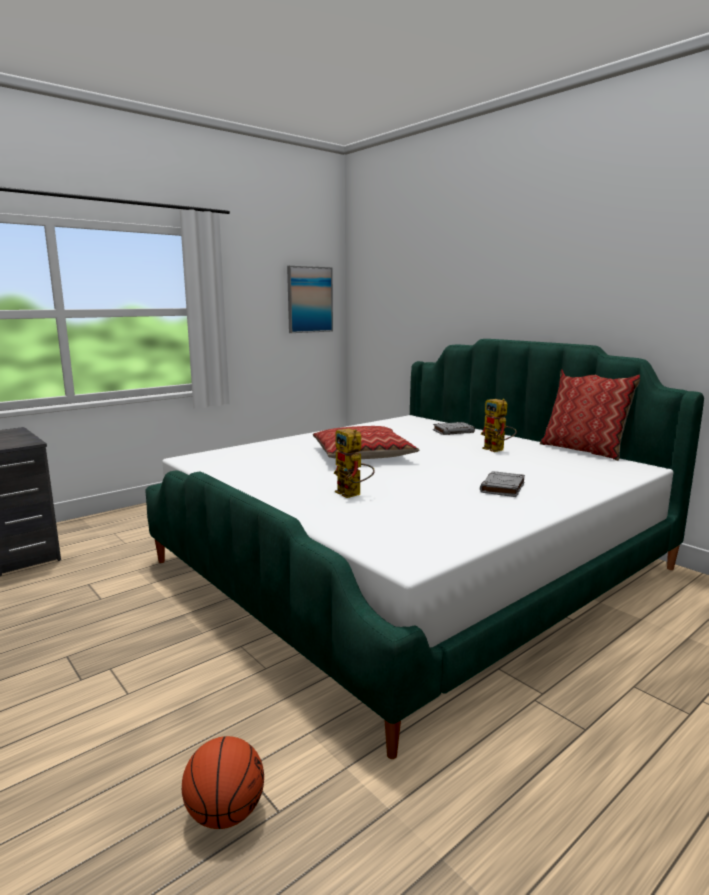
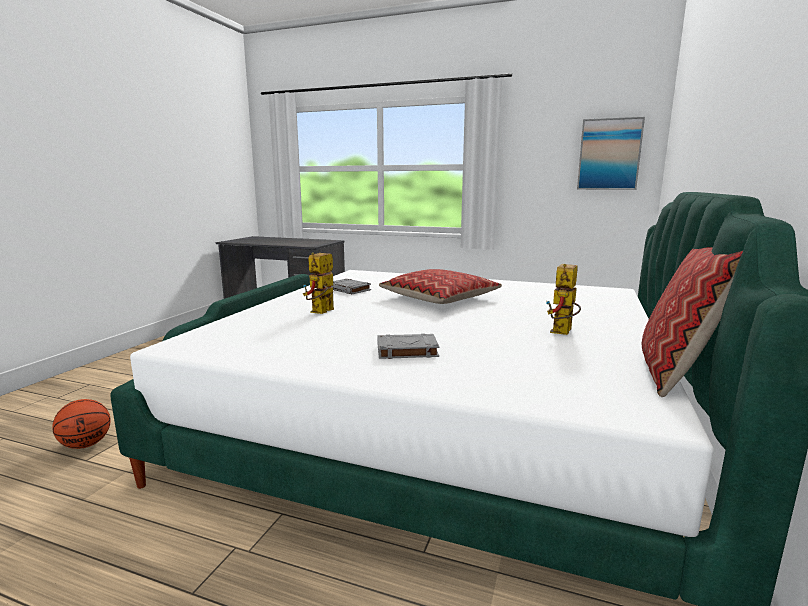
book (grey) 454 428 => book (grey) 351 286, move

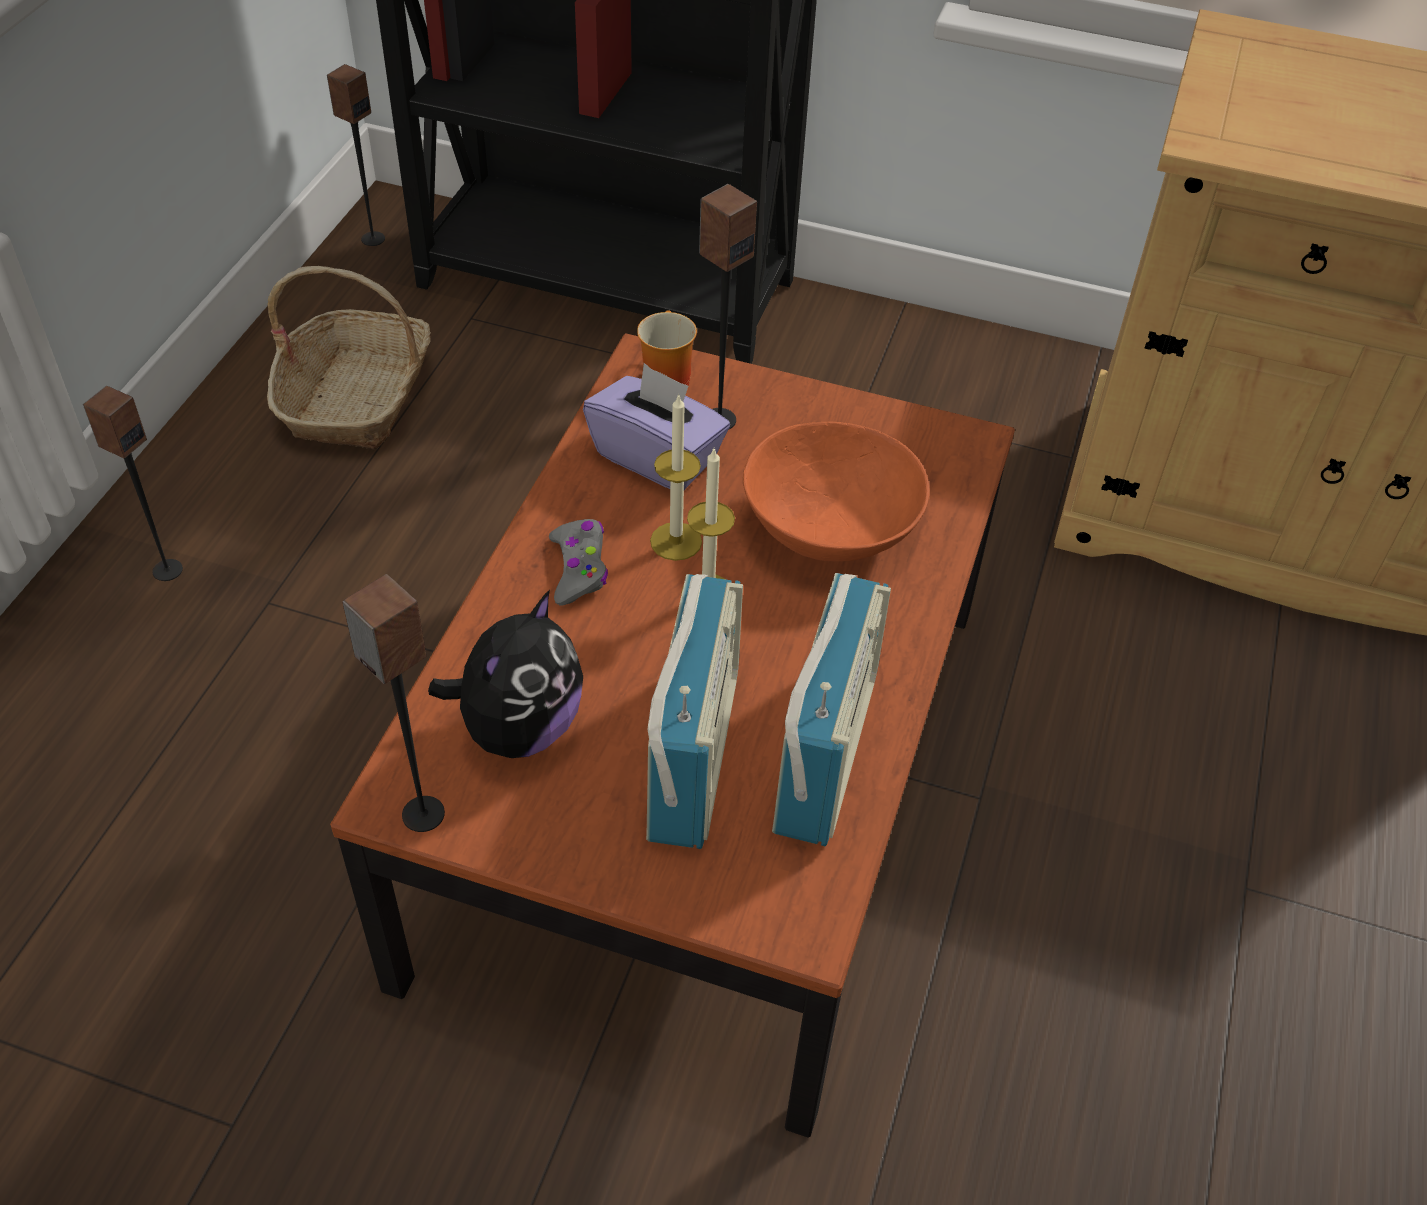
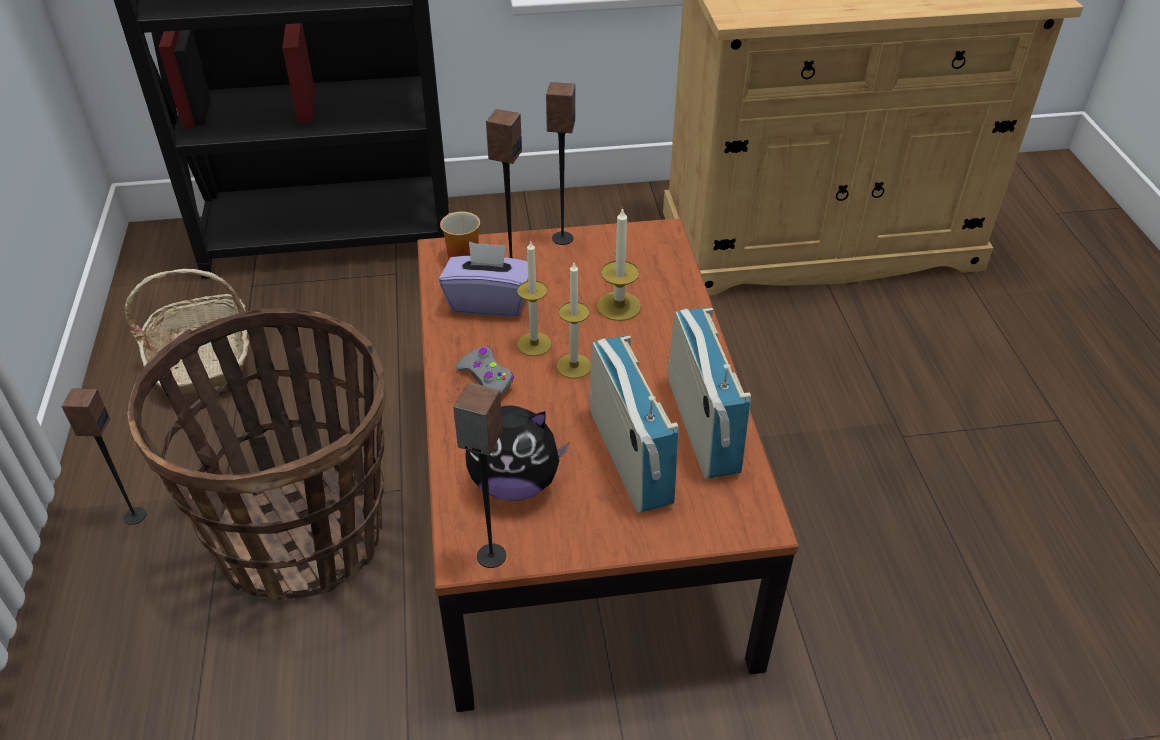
nothing => basket 257 454
plush toy 505 674 => plush toy 517 453, 90 degrees clockwise
audio speaker 356 155 => audio speaker 560 163, move
serving bowl (orange-coloured) 836 491 => wax light 619 264

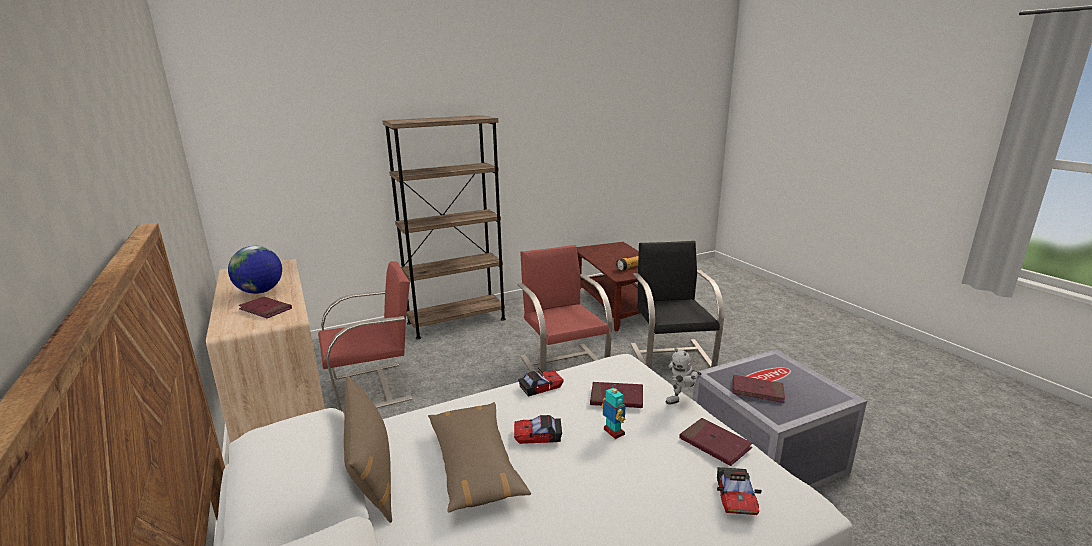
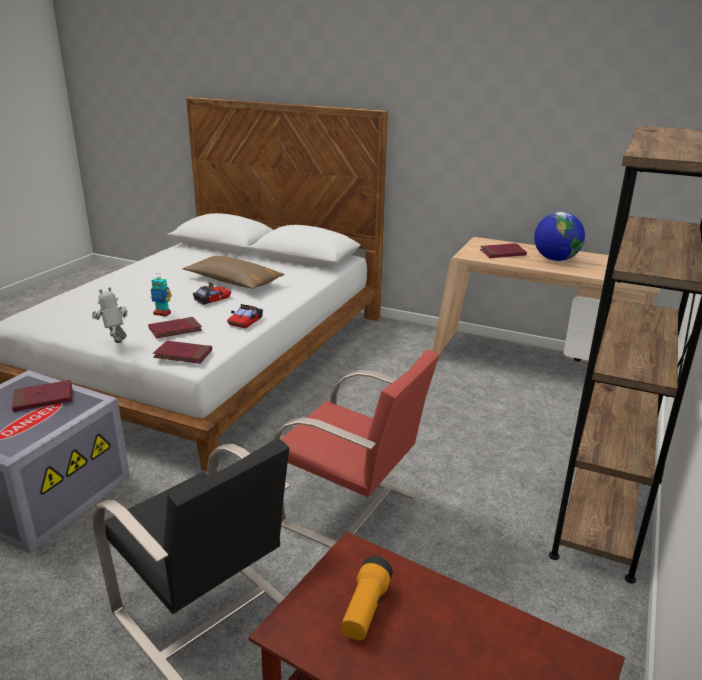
toy robot 684 376 => toy robot 110 315, 45 degrees counterclockwise
book (red-coloured) 715 442 => book (red-coloured) 182 352, move
plain chair (red-coloured) 365 338 => nothing
pillow (brown) 368 449 => nothing
miniature car 739 491 => nothing

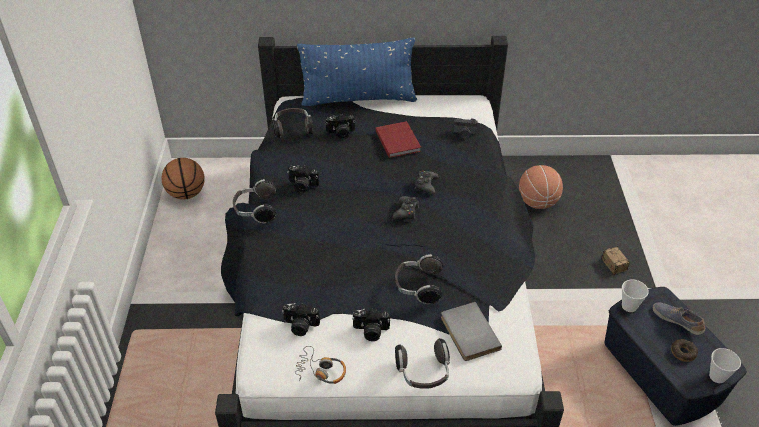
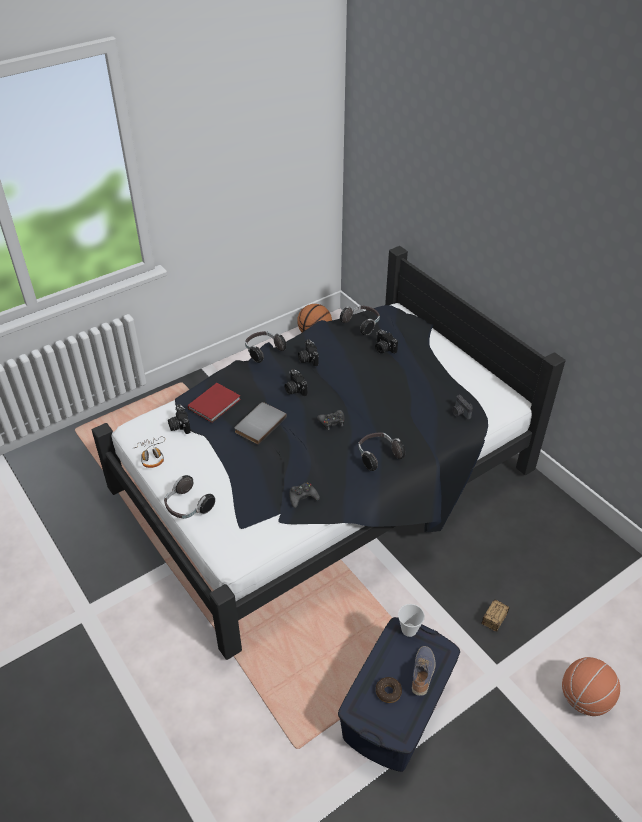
book (red-coloured) 398 139 => book (red-coloured) 214 403, move
book (grey) 471 331 => book (grey) 261 423, move
still camera 371 324 => still camera 296 382, move
game controller (black) 426 183 => game controller (black) 304 495, move
headphones 419 279 => headphones 382 451, move
basketball ball 541 187 => basketball ball 591 686, move
pillow (blue) 357 72 => nothing
cup 725 365 => nothing

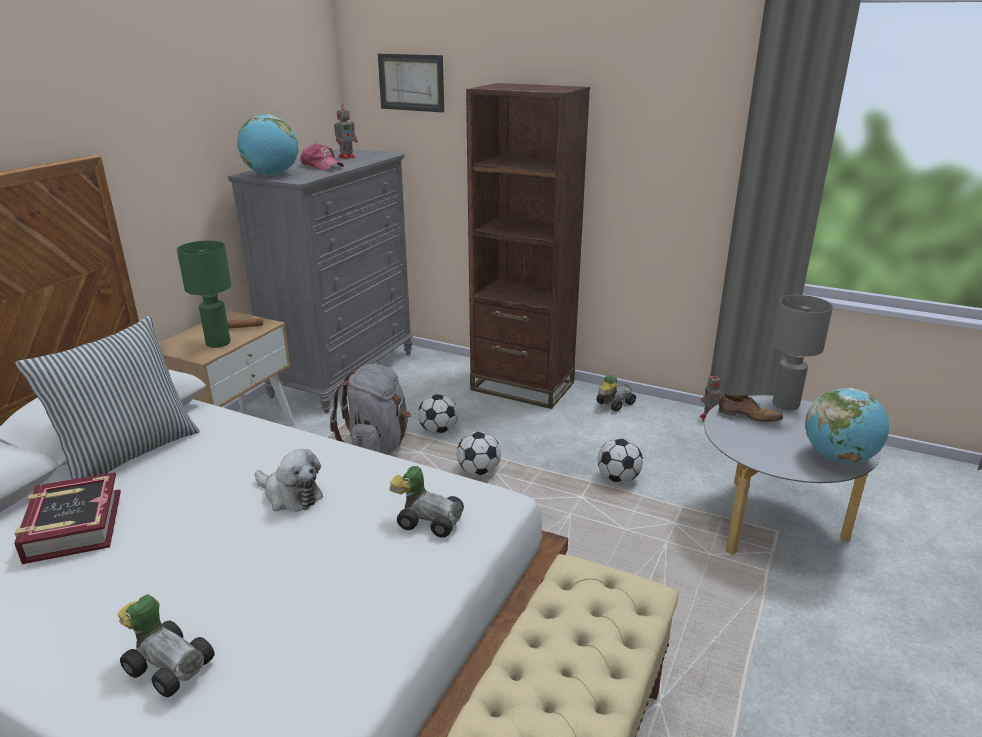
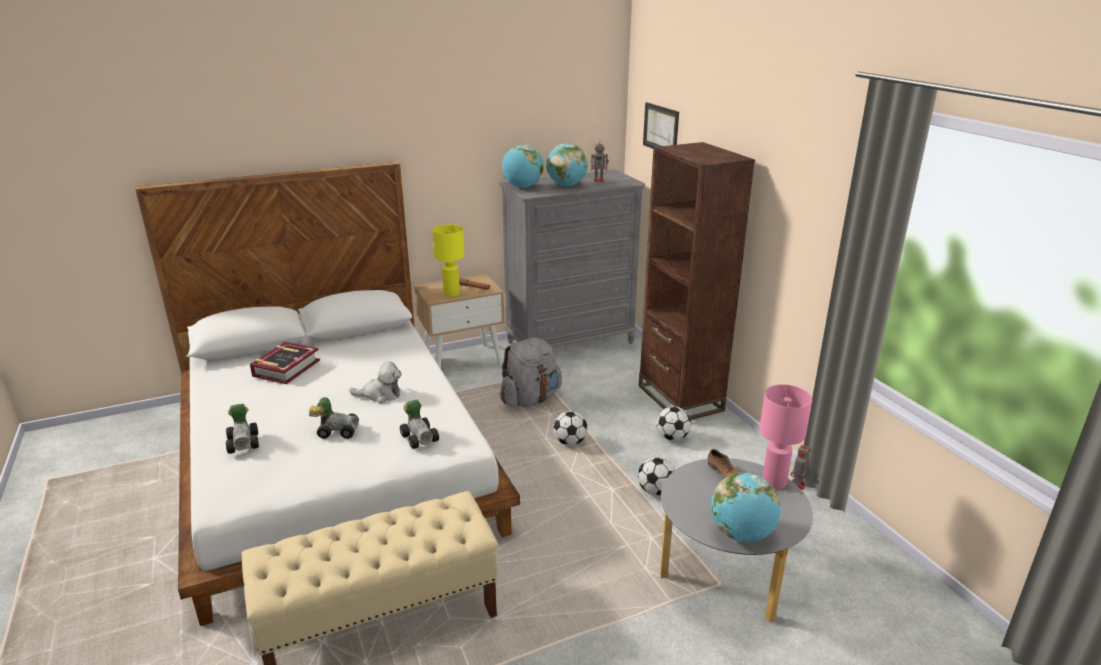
miniature car 616 393 => miniature car 334 418, move
plush toy 289 480 => plush toy 375 382, 75 degrees counterclockwise
tabletop lamp (green-coloured) 204 294 => tabletop lamp (yellow-coloured) 448 260
peaked cap 322 156 => desk globe 567 165
ball for football 438 414 => ball for football 673 423, move
tabletop lamp (grey) 802 352 => tabletop lamp (pink-coloured) 785 436
pillow 107 397 => nothing

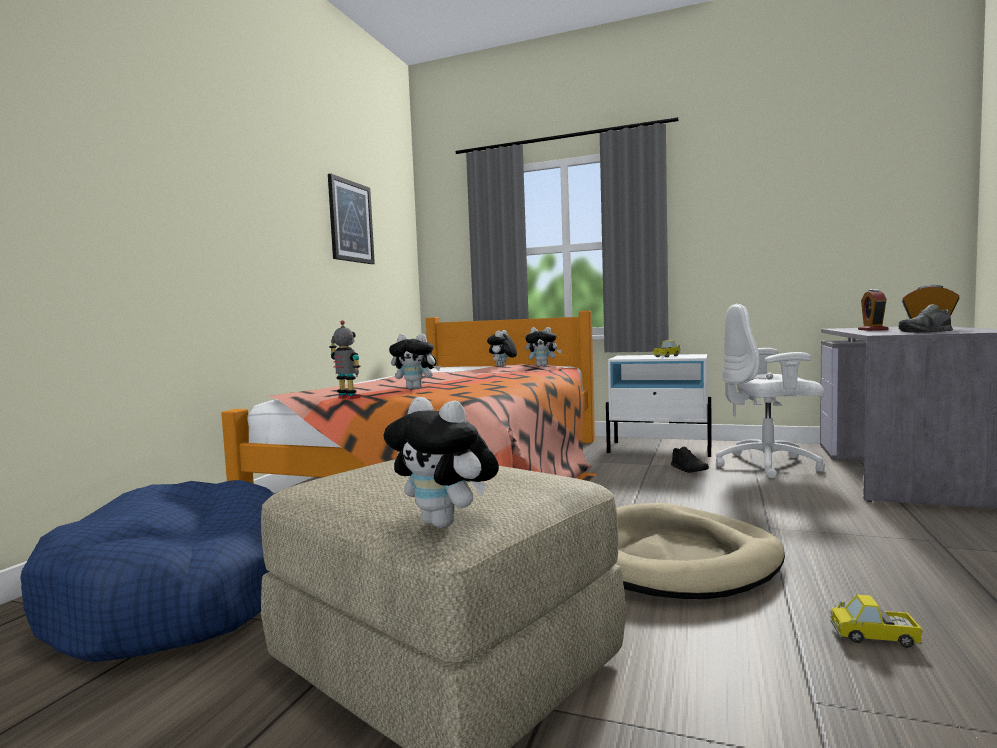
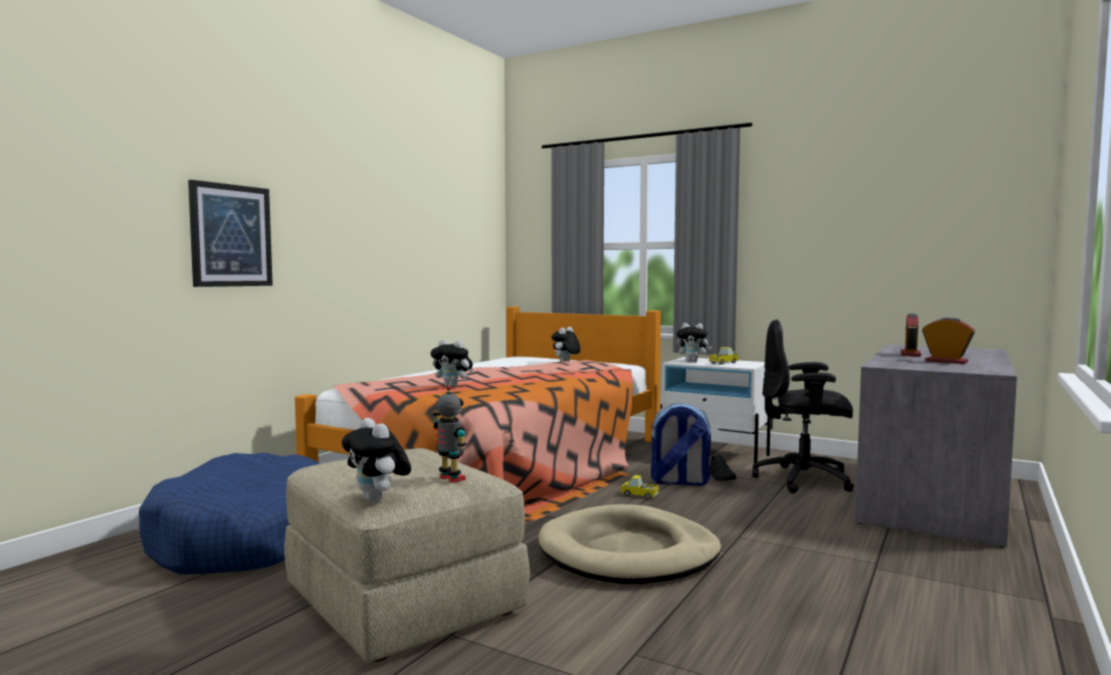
picture 351 219 => picture 230 233, move
toy robot 345 359 => toy robot 449 434, move
toy truck 877 621 => toy truck 639 487, move
nothing => knapsack 680 444
plush toy 543 347 => plush toy 694 342, move
computer chair (whitish) 770 391 => computer chair (black) 803 406
shoe (grey) 926 318 => nothing

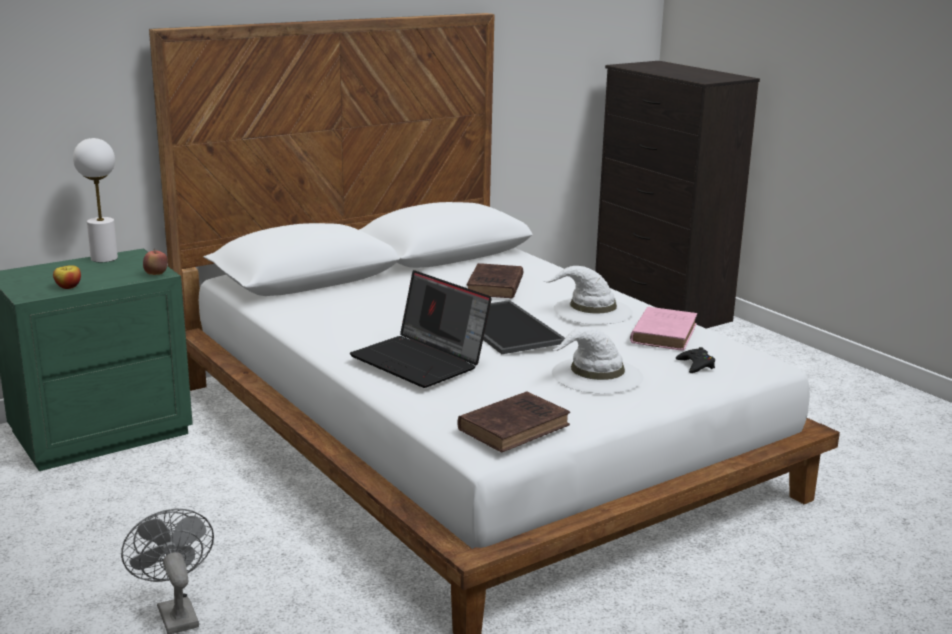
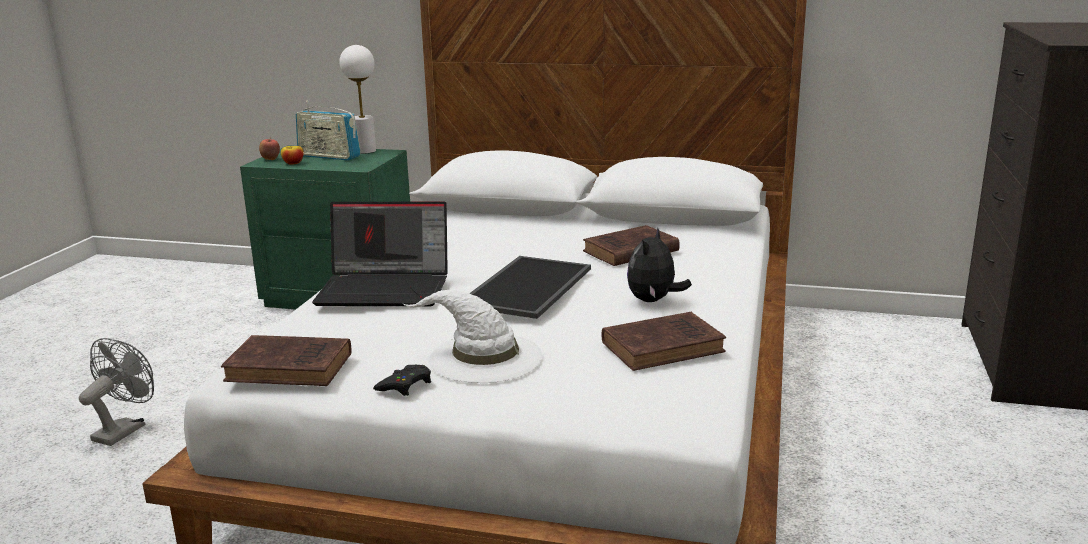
whole apple 155 262 => whole apple 269 149, move
nothing => radio 328 131
laptop 421 329 => laptop 380 253, 90 degrees counterclockwise
game controller (black) 695 360 => game controller (black) 402 380, move
book (pink-coloured) 663 329 => book (brown) 664 341
clothing hat (whitish) 588 295 => plush toy 659 265

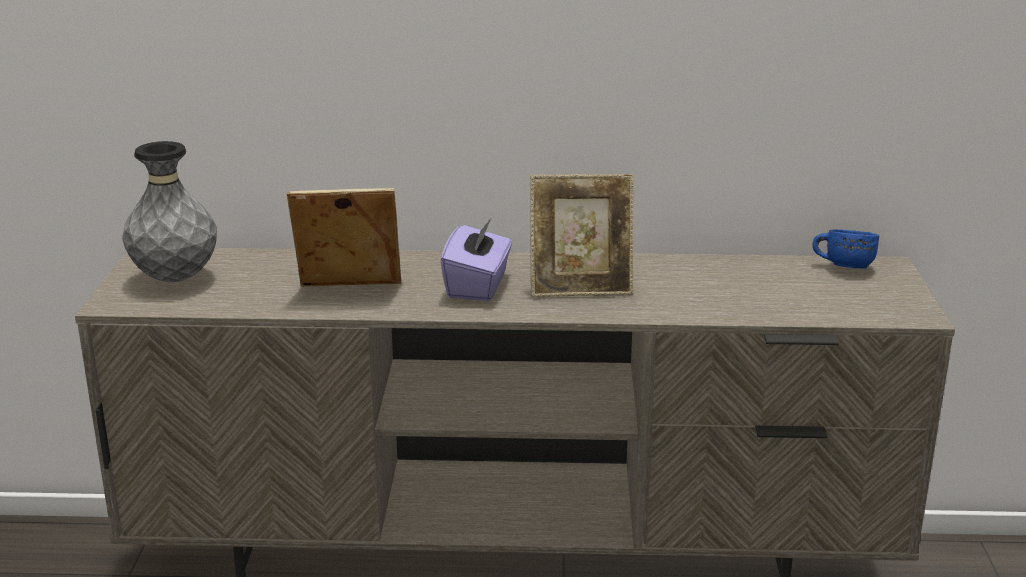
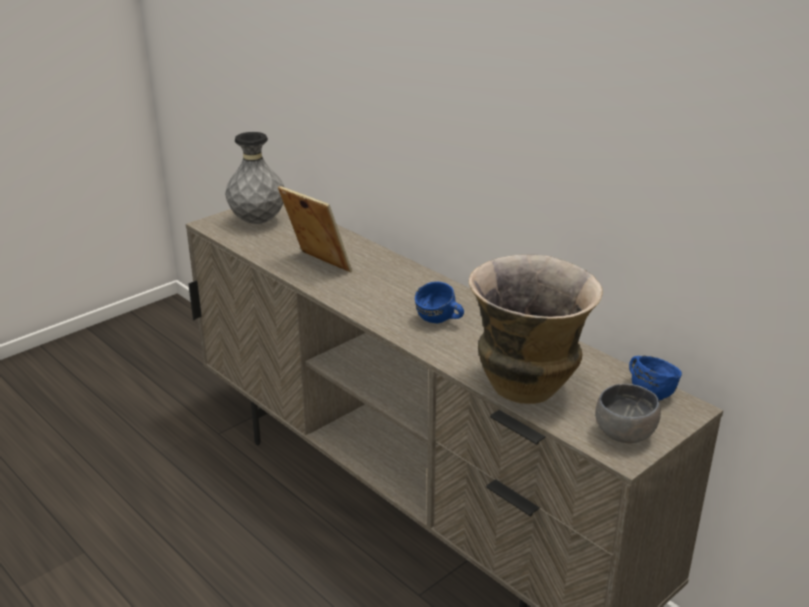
standing frame 582 235 => tea mug (blue) 439 302
nothing => vase 536 329
nothing => serving bowl (grey) 628 413
box of tissues (purple) 476 259 => nothing

